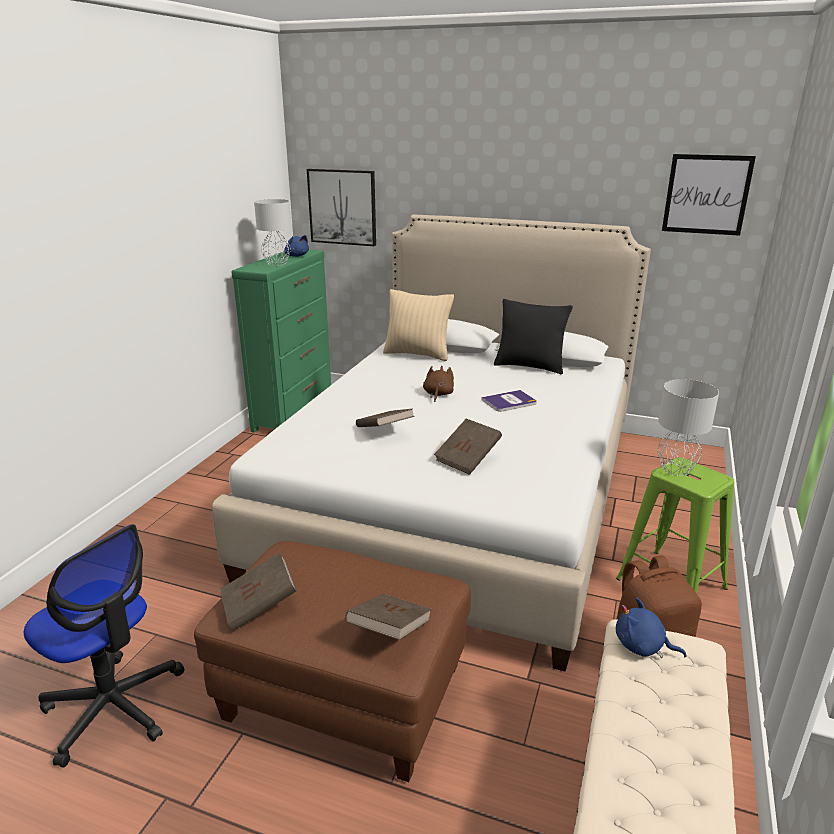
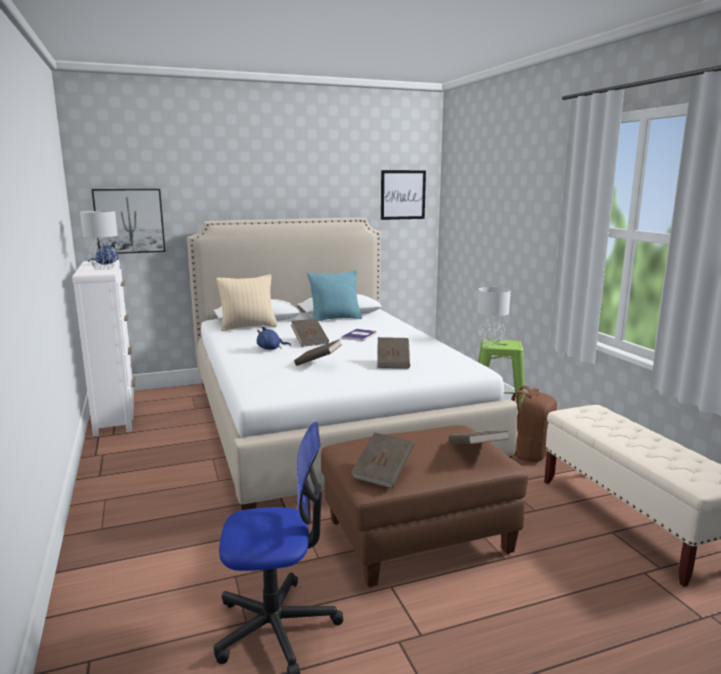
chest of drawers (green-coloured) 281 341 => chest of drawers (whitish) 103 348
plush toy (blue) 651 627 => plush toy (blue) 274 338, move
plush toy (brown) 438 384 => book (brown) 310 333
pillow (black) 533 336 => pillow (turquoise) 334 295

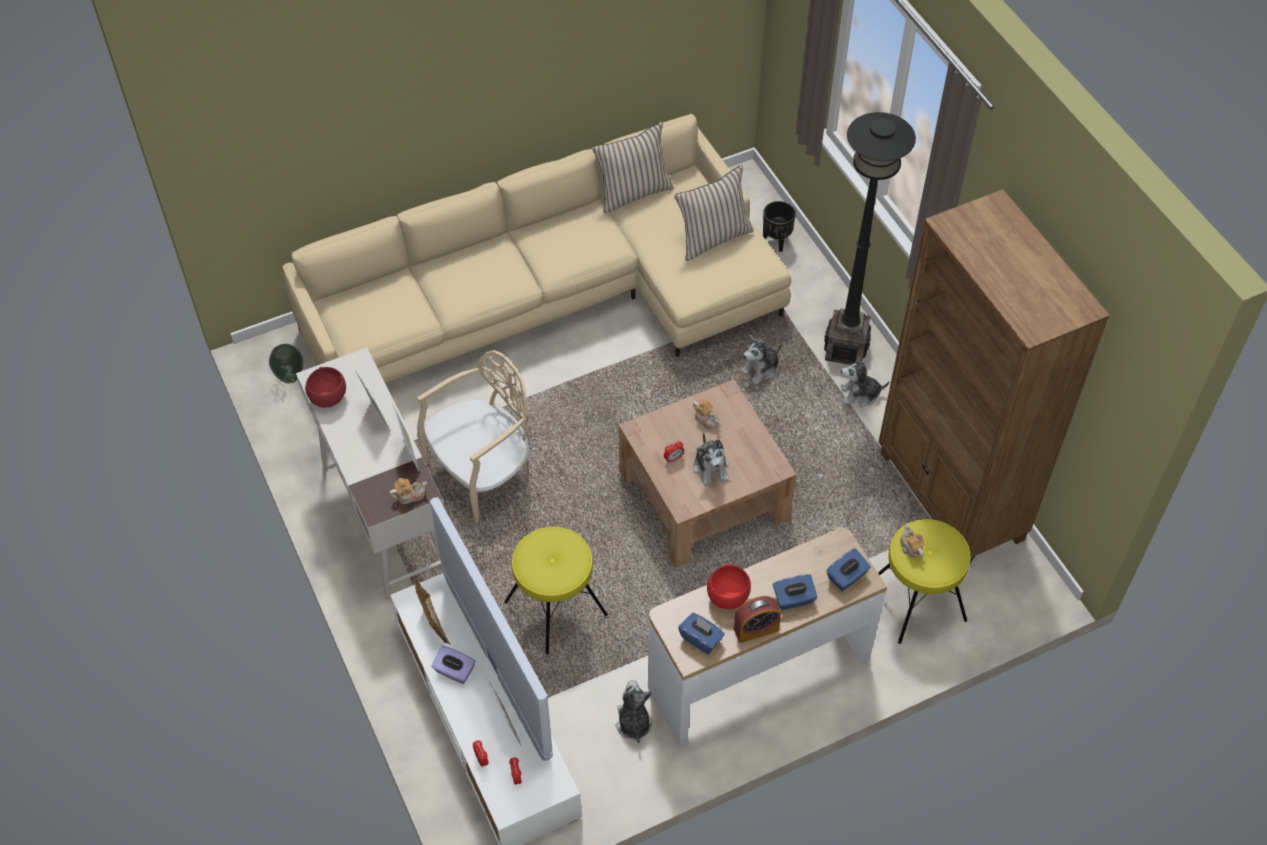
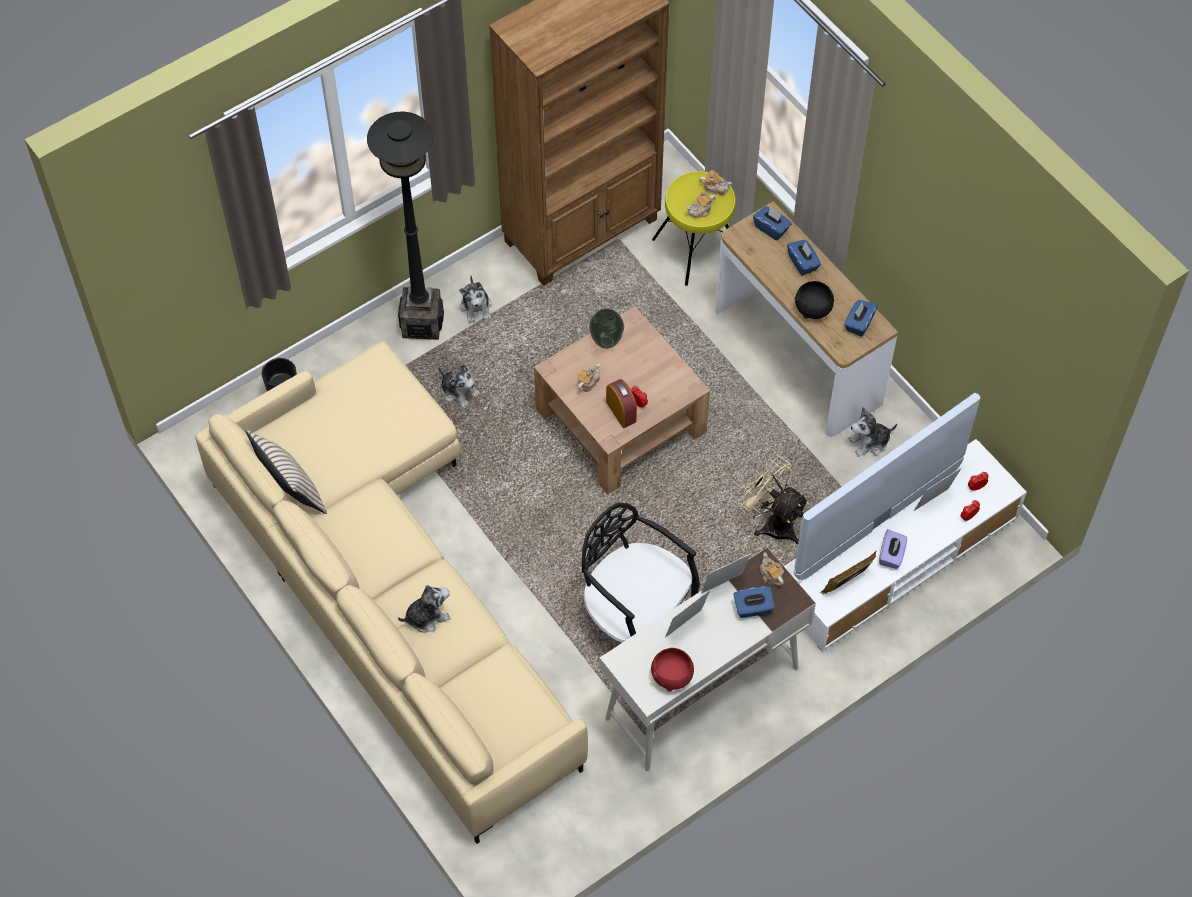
plush toy 711 459 => plush toy 424 609, move
plain chair (beige) 473 437 => plain chair (black) 641 572
vase 286 363 => vase 606 329, move
table clock 757 619 => table clock 621 403, move
nothing => teapot 715 182
nothing => box of tissues (blue) 754 602
sitting stool (yellow-coloured) 556 591 => electric fan (beige) 773 500
serving bowl (red-coloured) 729 586 => serving bowl (black) 814 300
pillow (beige) 714 213 => nothing

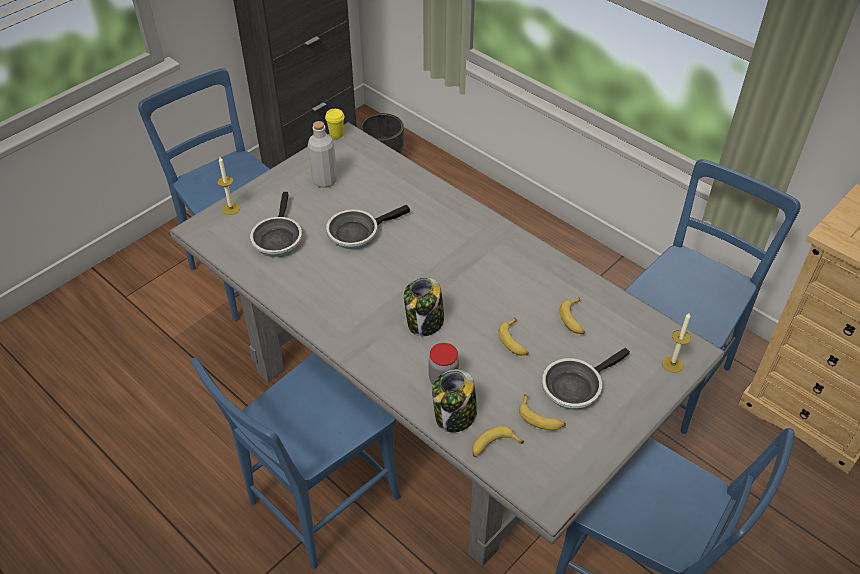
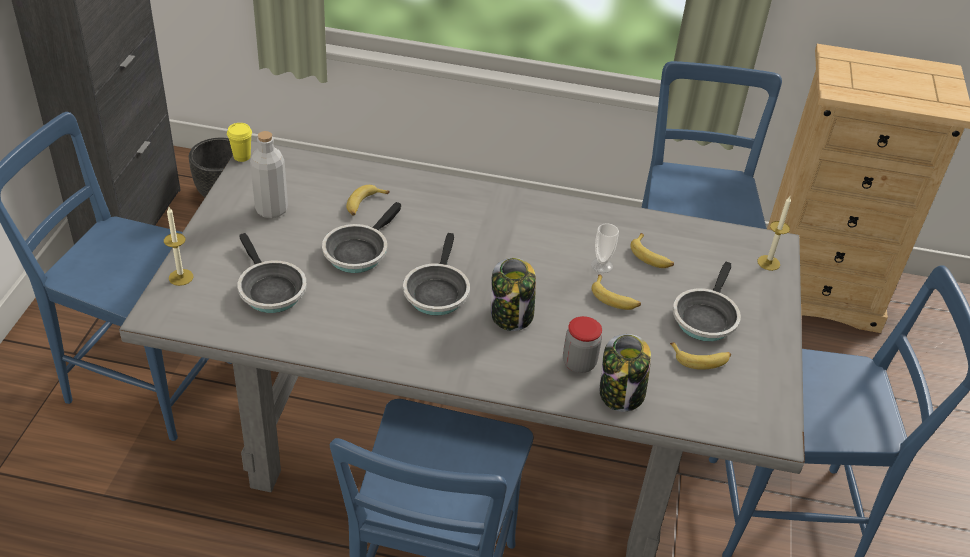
banana fruit 498 441 => banana fruit 368 200, move
nothing => frying pan 436 274
nothing => cup 605 248

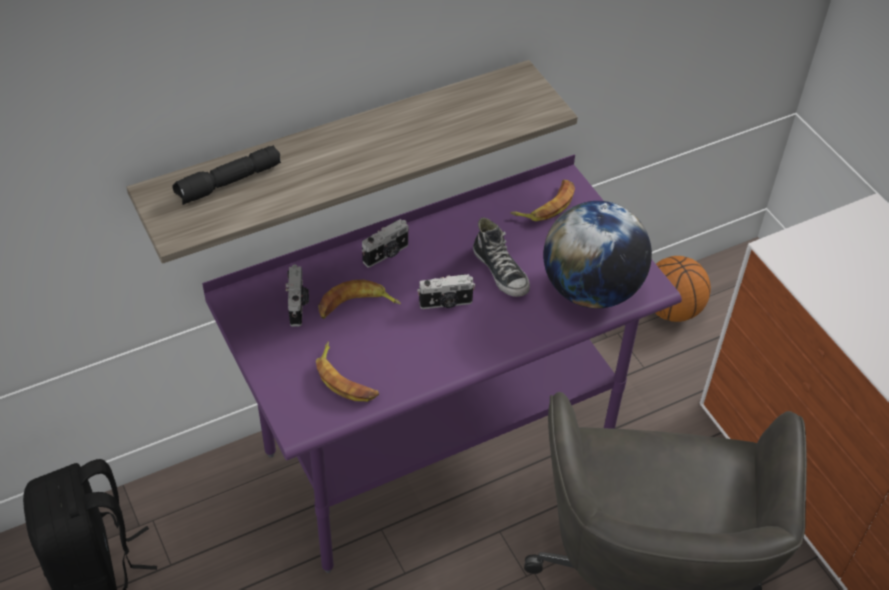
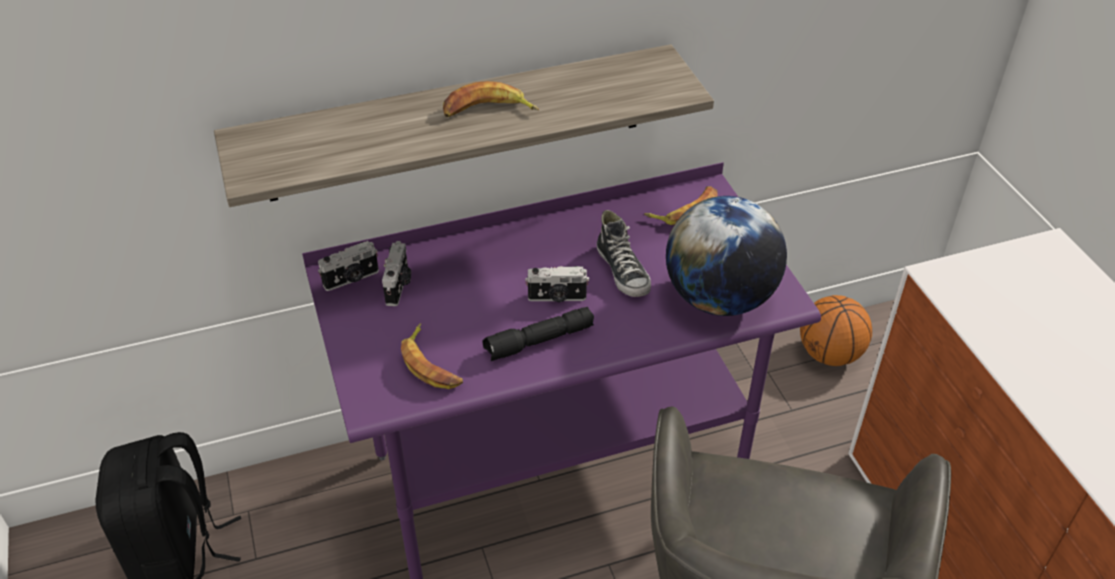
still camera 385 243 => still camera 348 266, move
banana fruit 359 299 => banana fruit 491 99, move
flashlight (black) 226 175 => flashlight (black) 538 334, move

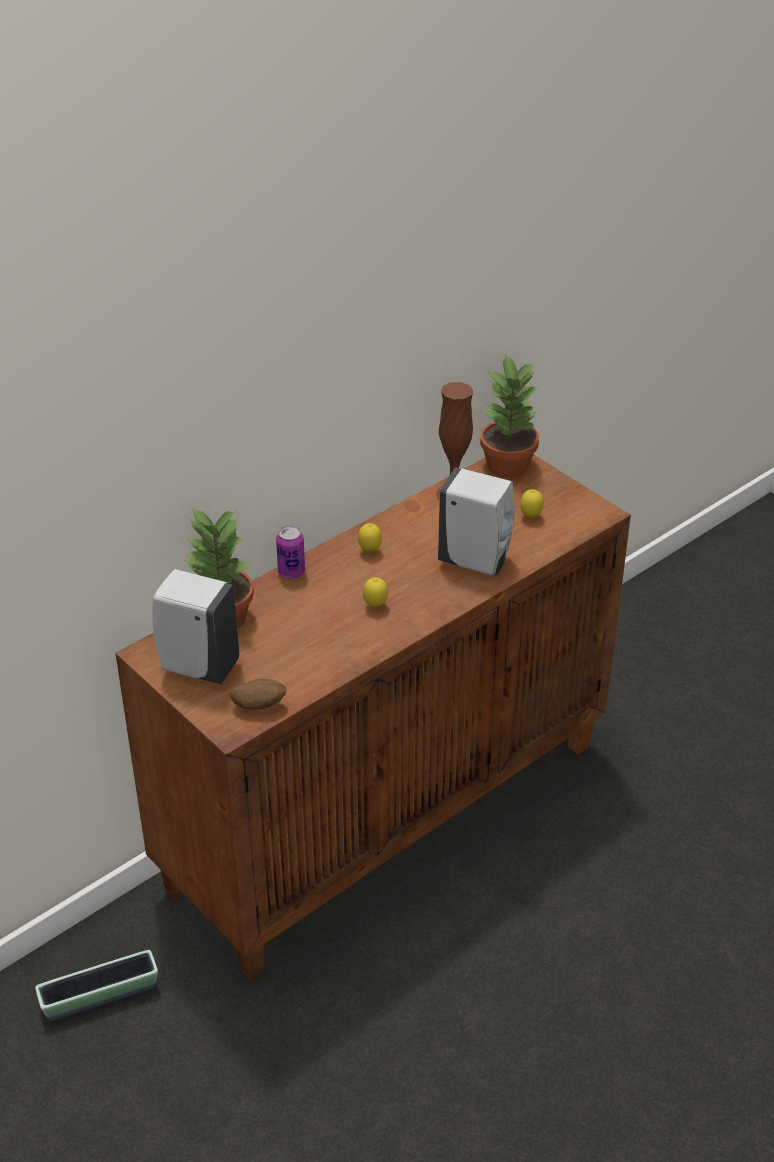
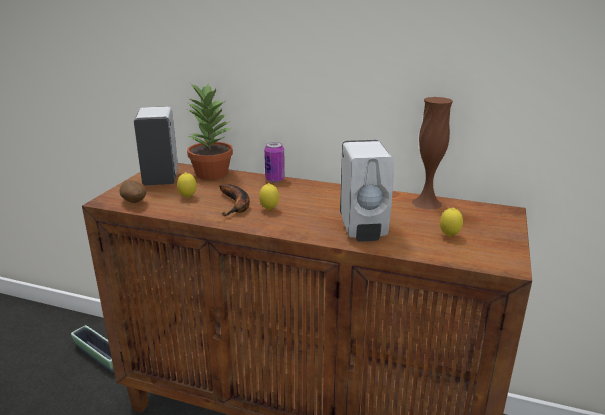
citrus fruit 370 537 => citrus fruit 187 185, move
nothing => banana fruit 234 200
houseplant 509 415 => nothing

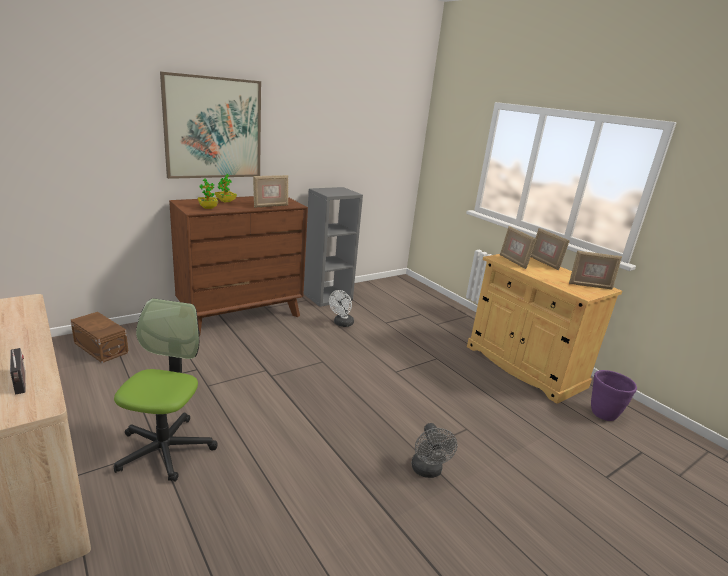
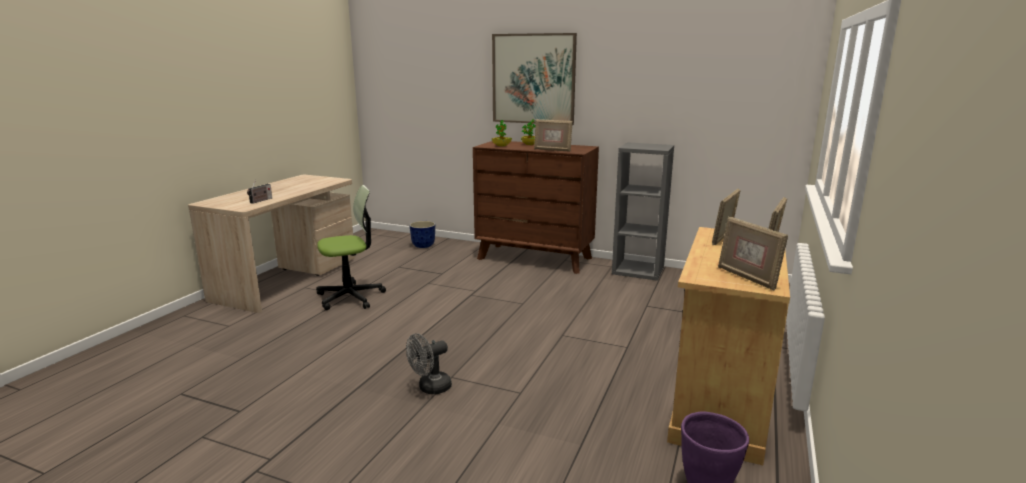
storage container (brown) 100 337 => plant pot 422 234
electric fan (whitish) 341 308 => nothing

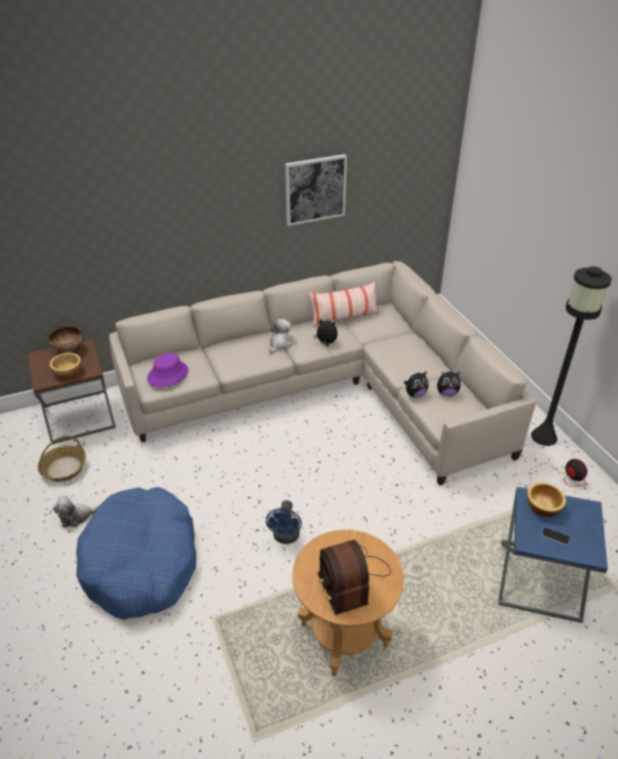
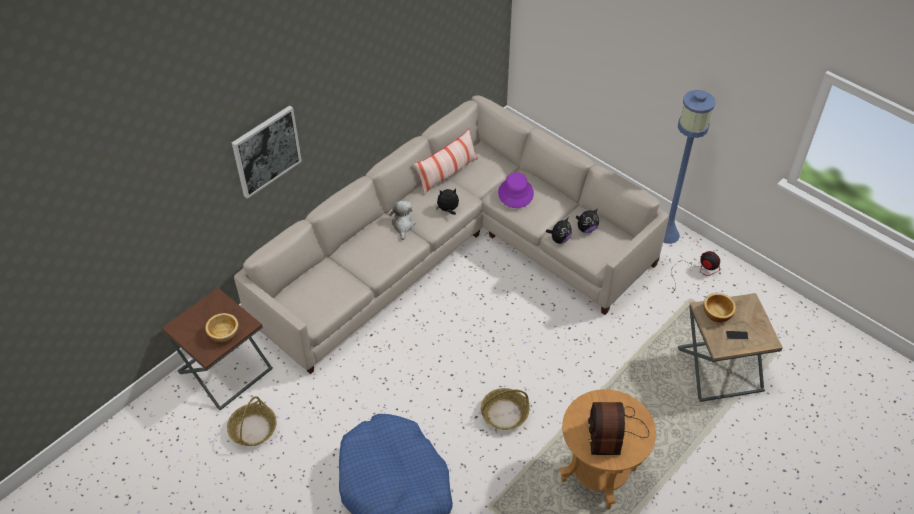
picture 316 190 => picture 267 152, move
electric fan (blue) 284 522 => basket 505 409
clothing hat (purple) 168 370 => clothing hat (purple) 516 190, move
radio 354 577 => radio 618 428, 45 degrees clockwise
standard lamp (black) 571 356 => standard lamp (blue) 689 167
end table (blue) 553 555 => end table (brown) 730 347
serving bowl 65 339 => nothing
plush toy 75 511 => nothing

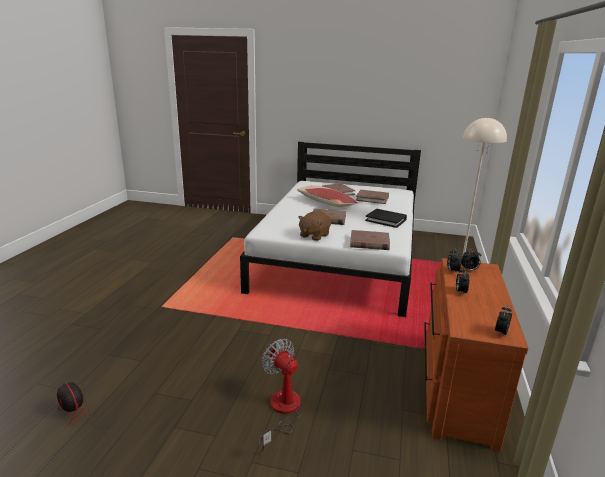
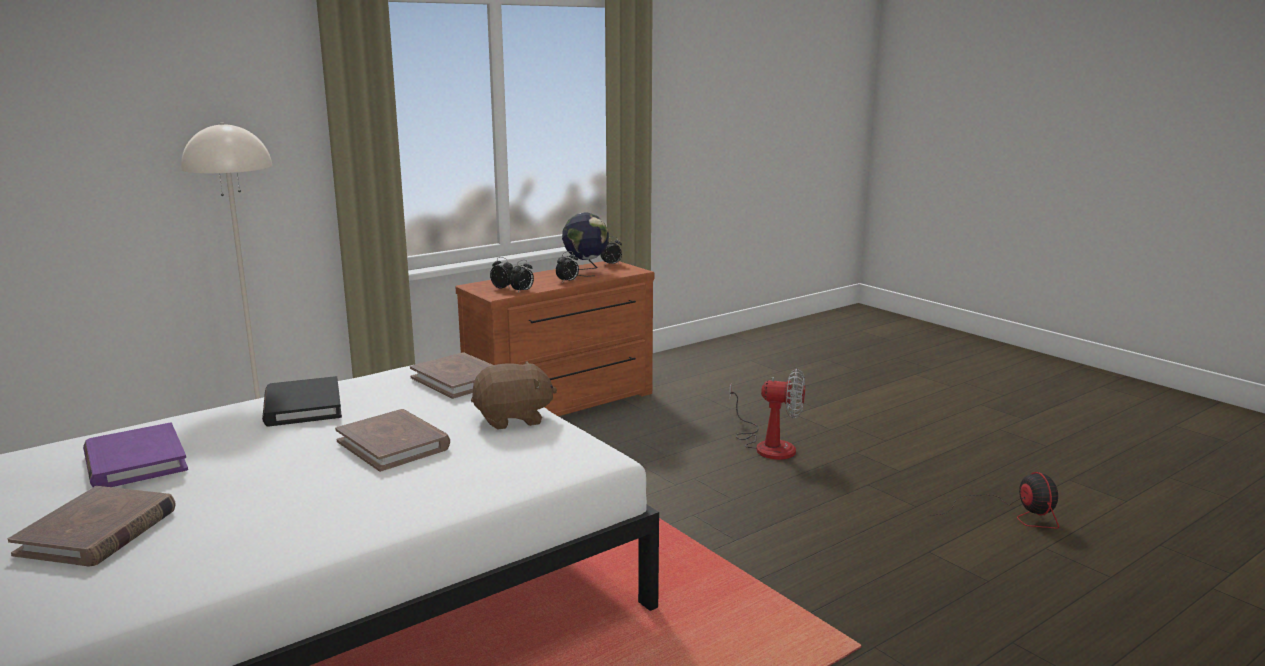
book (brown) 372 197 => book (purple) 135 454
nothing => desk globe 585 245
electric fan 279 395 => electric fan 767 414, 75 degrees counterclockwise
pillow 328 196 => nothing

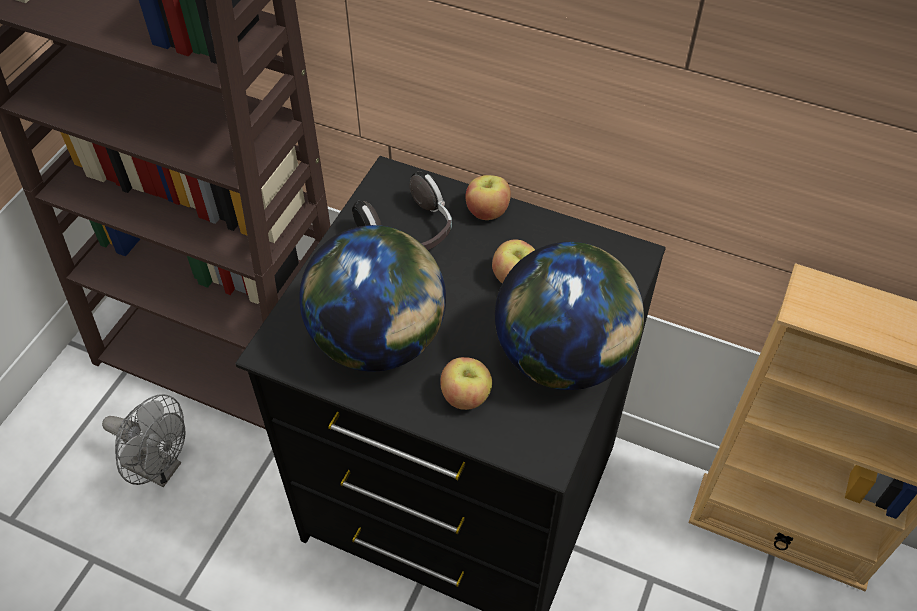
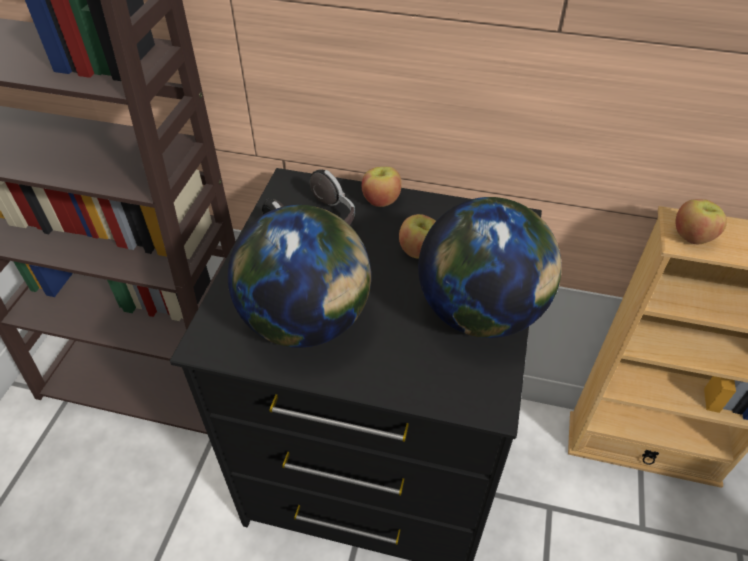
whole apple 466 383 => whole apple 701 221, move
electric fan (grey) 144 440 => nothing

